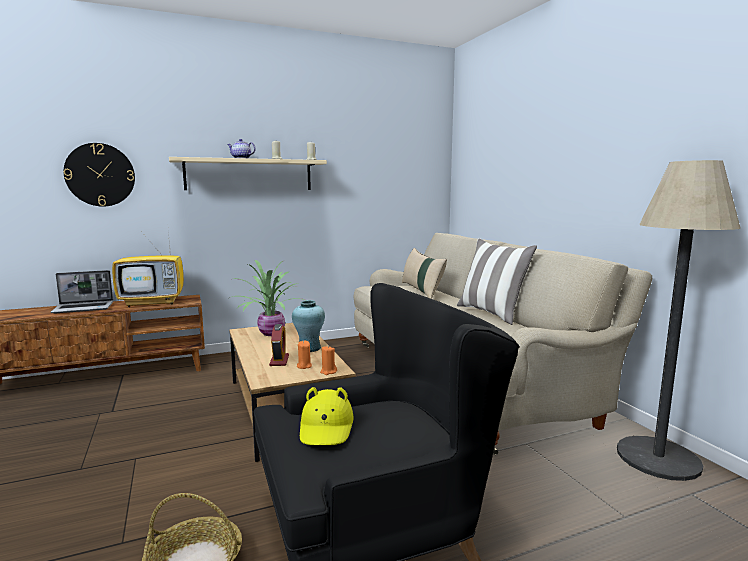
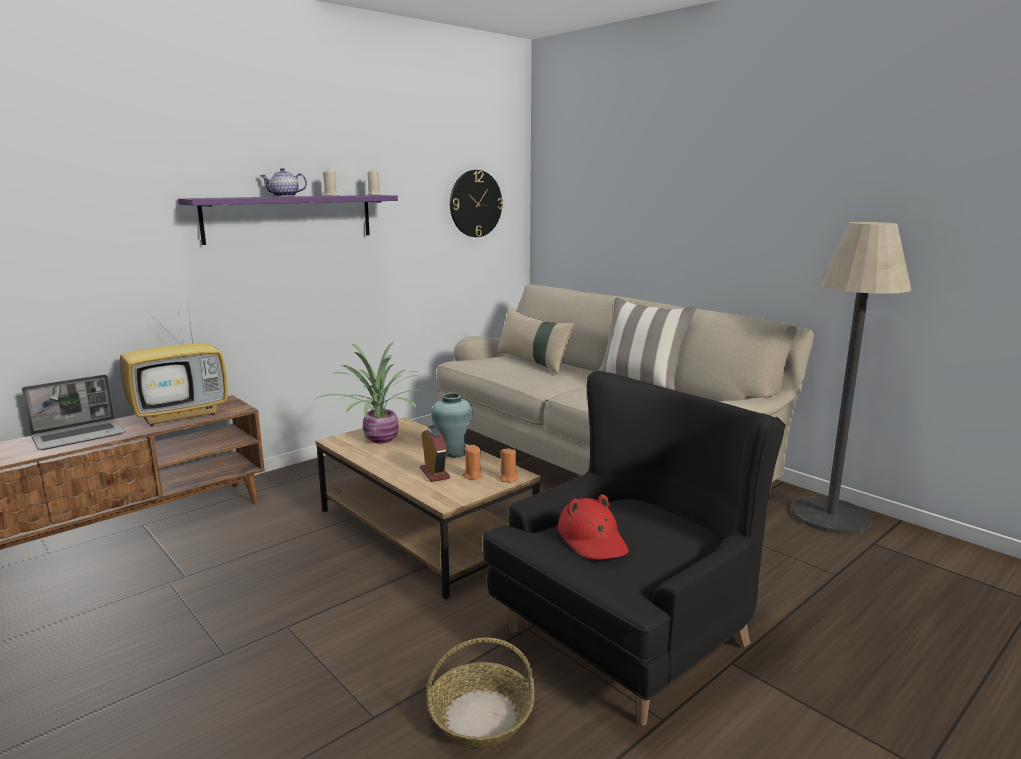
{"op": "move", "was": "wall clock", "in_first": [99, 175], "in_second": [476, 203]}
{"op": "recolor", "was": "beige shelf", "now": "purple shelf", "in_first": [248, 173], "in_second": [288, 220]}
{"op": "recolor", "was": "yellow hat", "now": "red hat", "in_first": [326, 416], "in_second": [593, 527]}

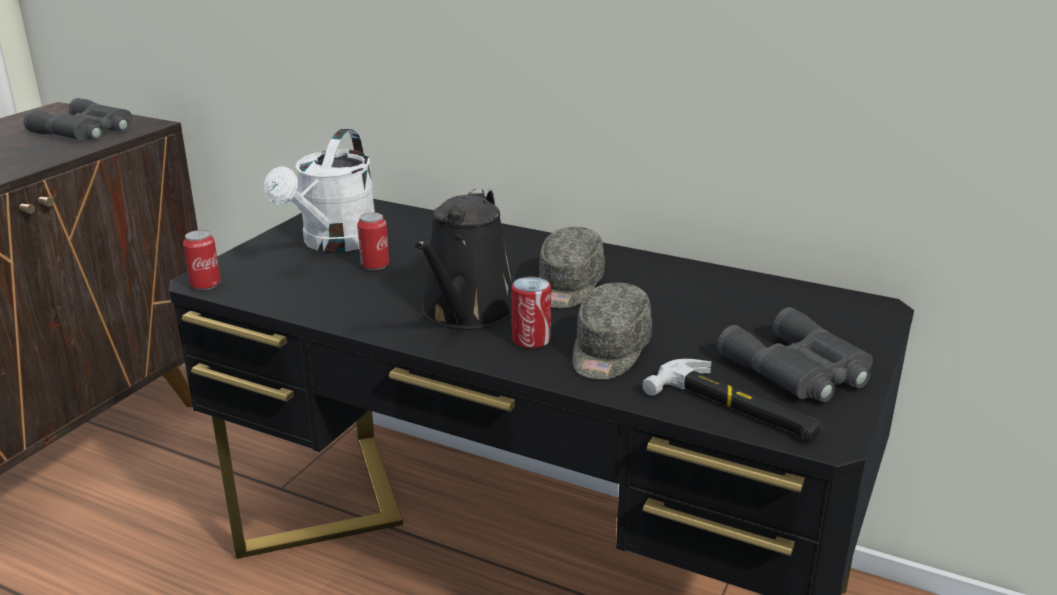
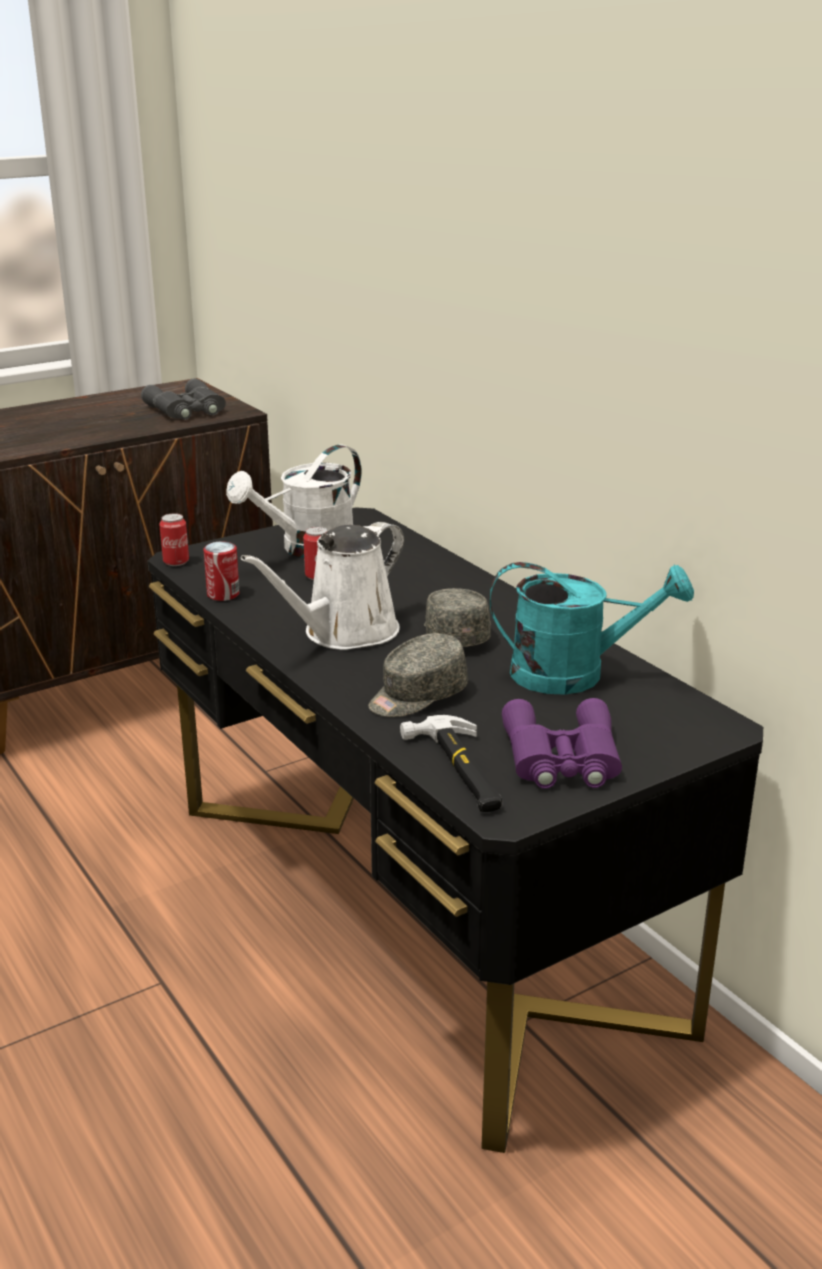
{"op": "recolor", "was": "black watering can", "now": "white watering can", "in_first": [464, 259], "in_second": [322, 586]}
{"op": "move", "was": "can", "in_first": [531, 312], "in_second": [221, 571]}
{"op": "rotate", "was": "grey cap", "in_first": [572, 267], "in_second": [457, 617], "clockwise": 120}
{"op": "recolor", "was": "grey binoculars", "now": "purple binoculars", "in_first": [795, 354], "in_second": [562, 743]}
{"op": "insert", "now": "turquoise watering can", "in_second": [592, 628]}

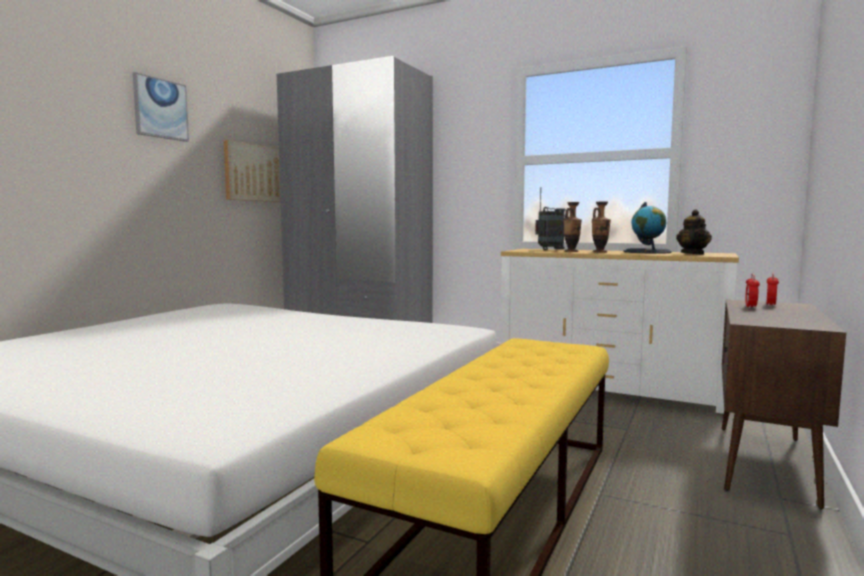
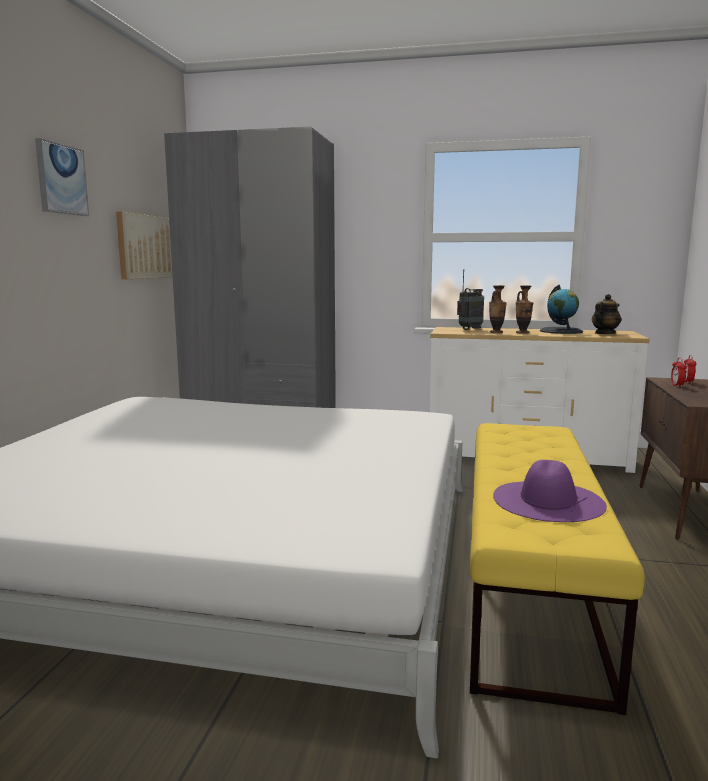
{"op": "rotate", "was": "teapot", "in_first": [694, 232], "in_second": [607, 314], "clockwise": -120}
{"op": "insert", "now": "purple hat", "in_second": [550, 491]}

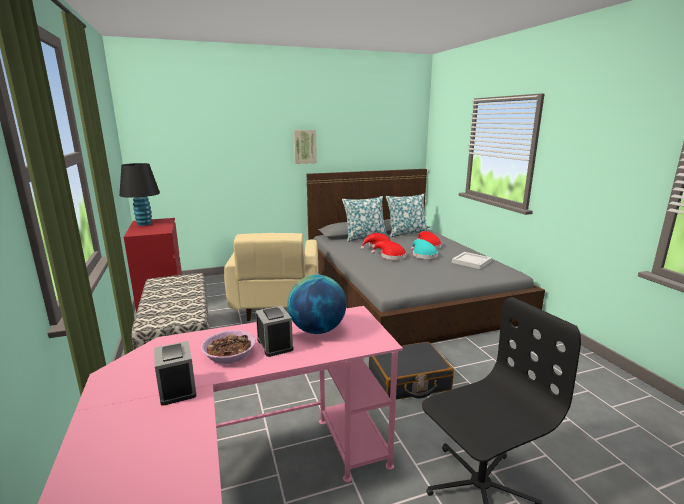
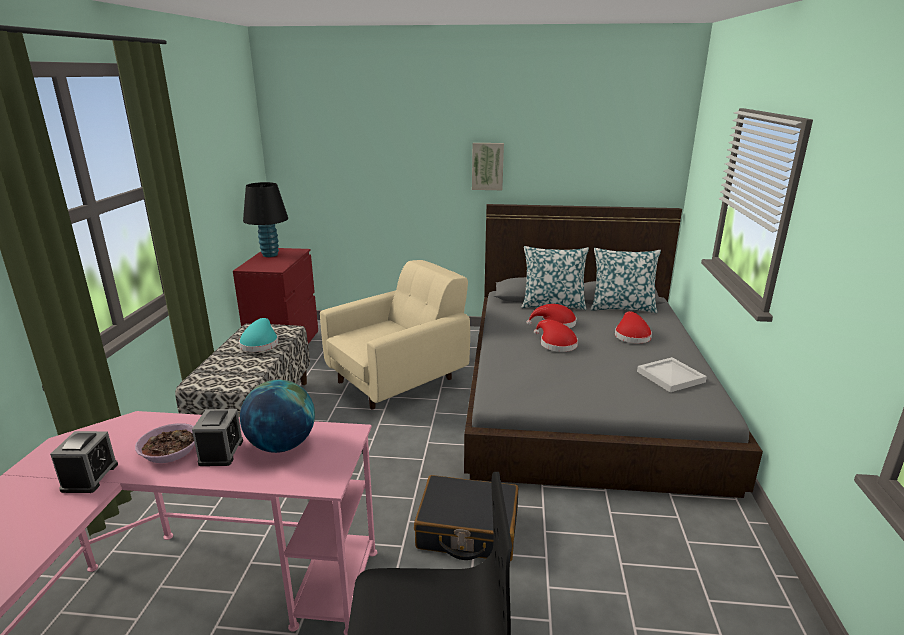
{"op": "rotate", "was": "beige armchair", "in_first": [271, 277], "in_second": [395, 335], "clockwise": -150}
{"op": "move", "was": "turquoise hat", "in_first": [424, 249], "in_second": [258, 335]}

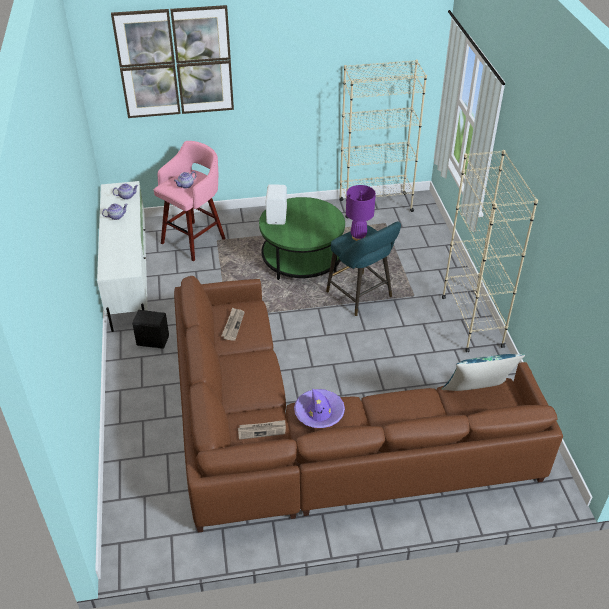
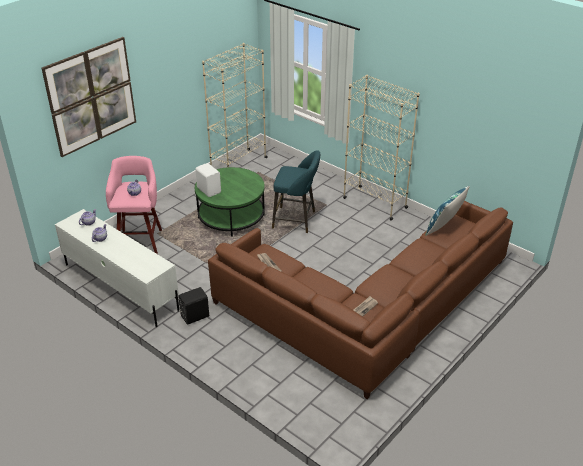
{"op": "delete", "was": "purple hat", "in_first": [319, 408]}
{"op": "delete", "was": "purple table lamp", "in_first": [361, 213]}

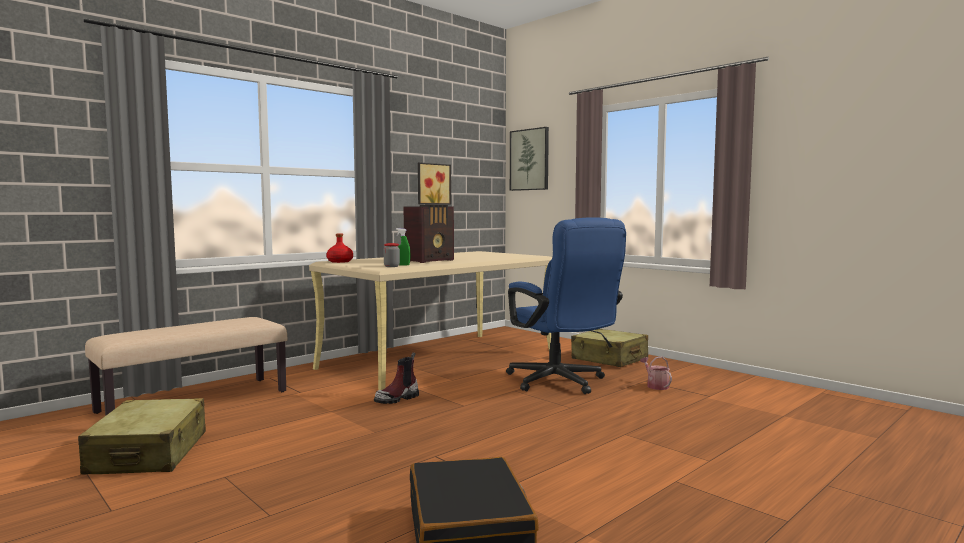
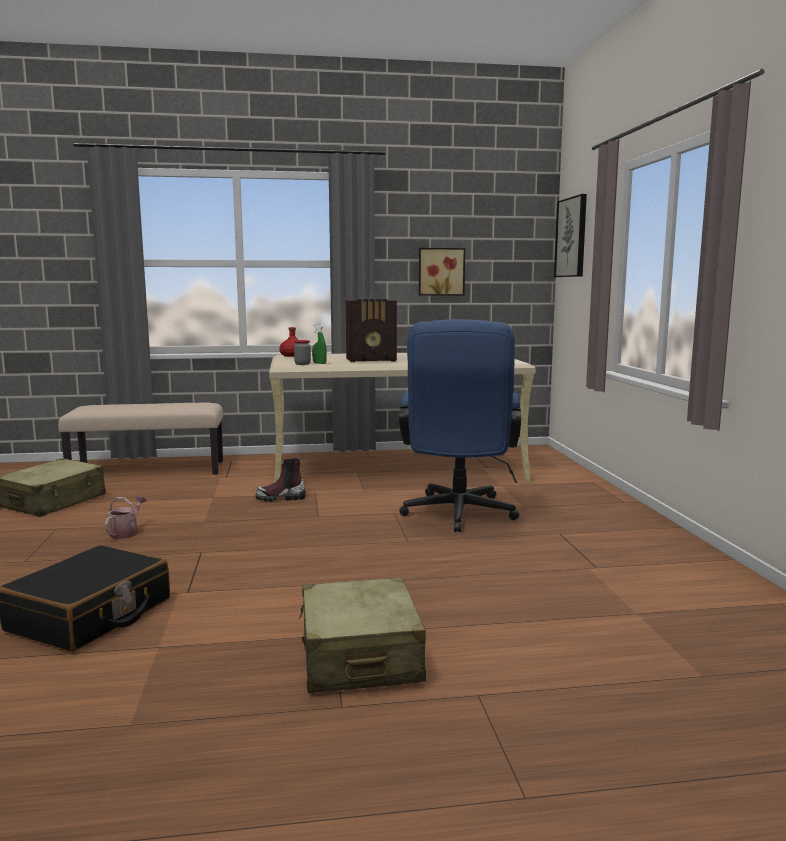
{"op": "move", "was": "beige suitcase", "in_first": [609, 348], "in_second": [362, 635]}
{"op": "move", "was": "watering can", "in_first": [656, 373], "in_second": [126, 517]}

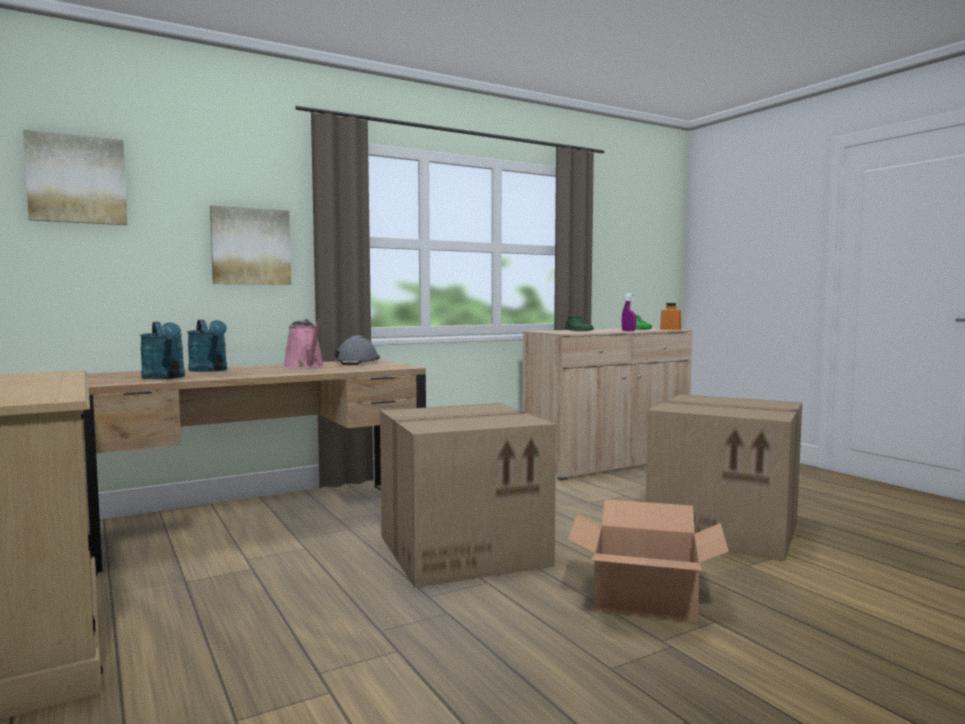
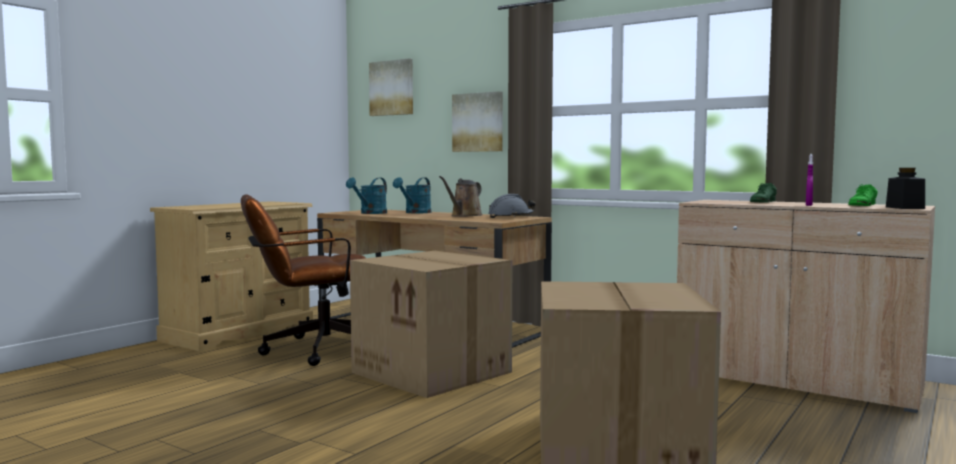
{"op": "recolor", "was": "pink watering can", "now": "brown watering can", "in_first": [303, 342], "in_second": [460, 196]}
{"op": "delete", "was": "cardboard box", "in_first": [648, 560]}
{"op": "recolor", "was": "orange jar", "now": "black jar", "in_first": [670, 316], "in_second": [905, 188]}
{"op": "insert", "now": "brown office chair", "in_second": [303, 280]}

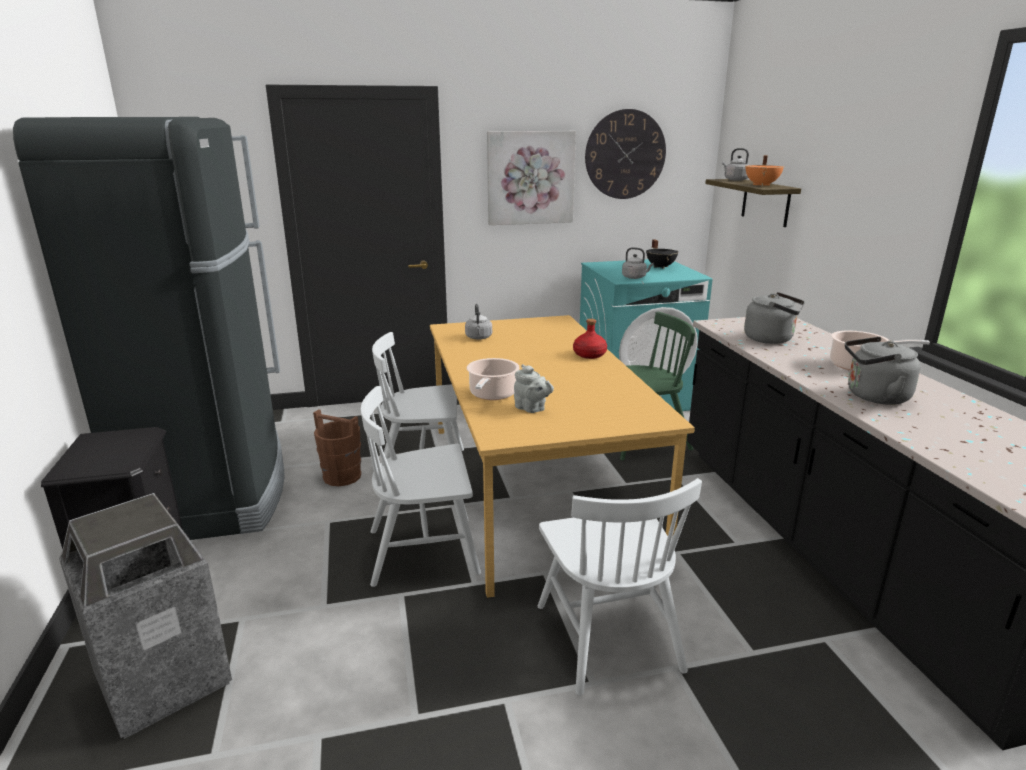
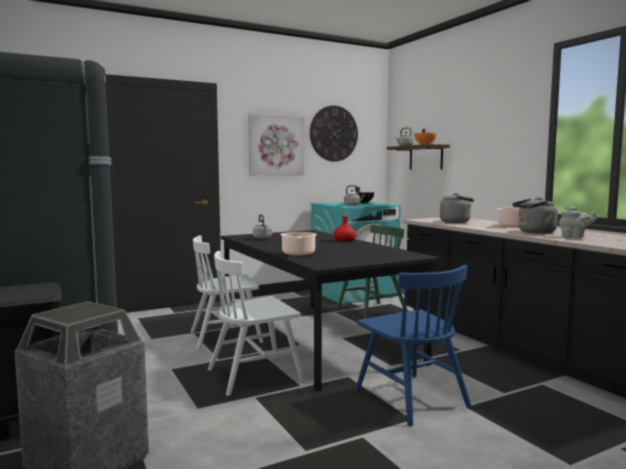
{"op": "delete", "was": "brown bucket", "in_first": [337, 447]}
{"op": "recolor", "was": "orange dining table", "now": "black dining table", "in_first": [562, 456], "in_second": [330, 310]}
{"op": "move", "was": "grey teapot", "in_first": [534, 388], "in_second": [578, 222]}
{"op": "recolor", "was": "white chair", "now": "blue chair", "in_first": [620, 586], "in_second": [413, 345]}

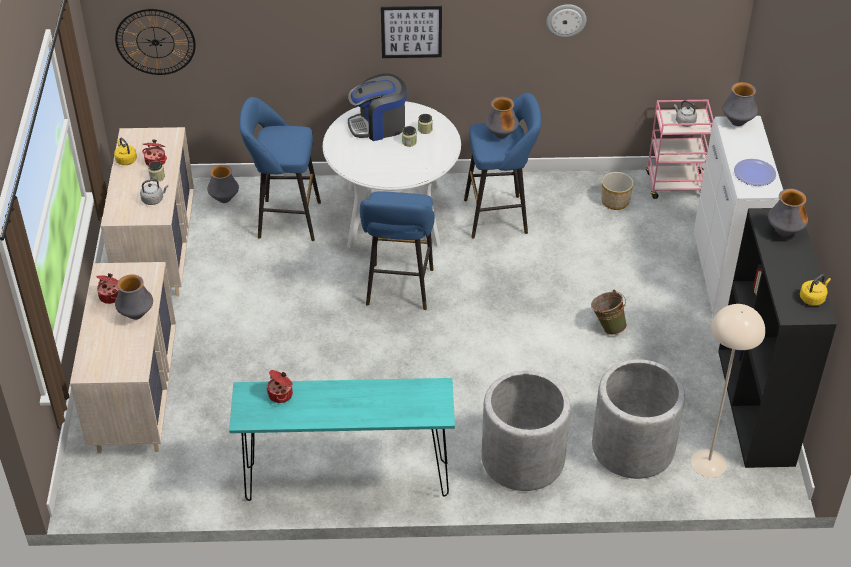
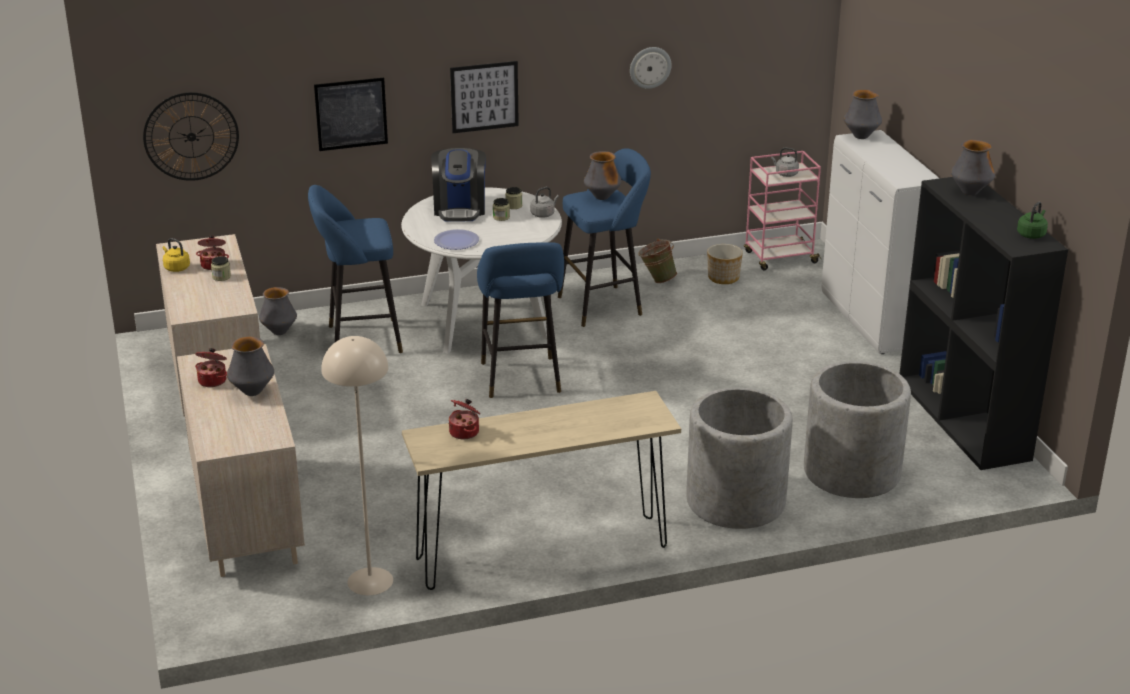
{"op": "move", "was": "grey kettle", "in_first": [154, 192], "in_second": [544, 202]}
{"op": "recolor", "was": "turquoise console table", "now": "beige console table", "in_first": [342, 439], "in_second": [541, 490]}
{"op": "rotate", "was": "coffee machine", "in_first": [377, 107], "in_second": [458, 185], "clockwise": -60}
{"op": "move", "was": "green bucket", "in_first": [609, 312], "in_second": [657, 260]}
{"op": "move", "was": "beige floor lamp", "in_first": [728, 391], "in_second": [357, 465]}
{"op": "move", "was": "plate", "in_first": [755, 172], "in_second": [456, 239]}
{"op": "recolor", "was": "yellow kettle", "now": "green kettle", "in_first": [815, 290], "in_second": [1032, 220]}
{"op": "insert", "now": "picture", "in_second": [351, 114]}

